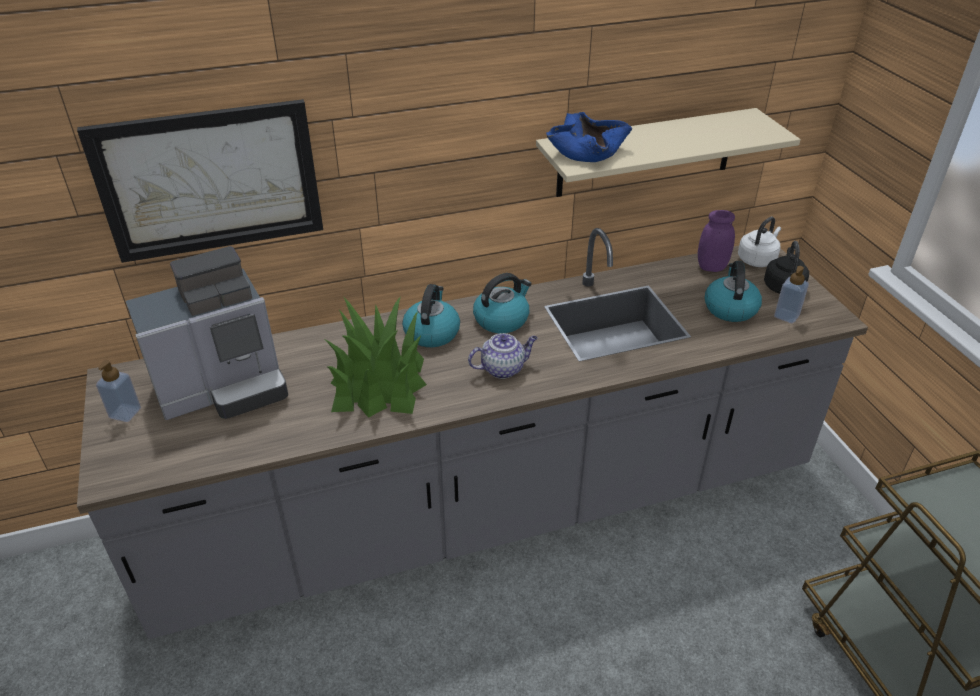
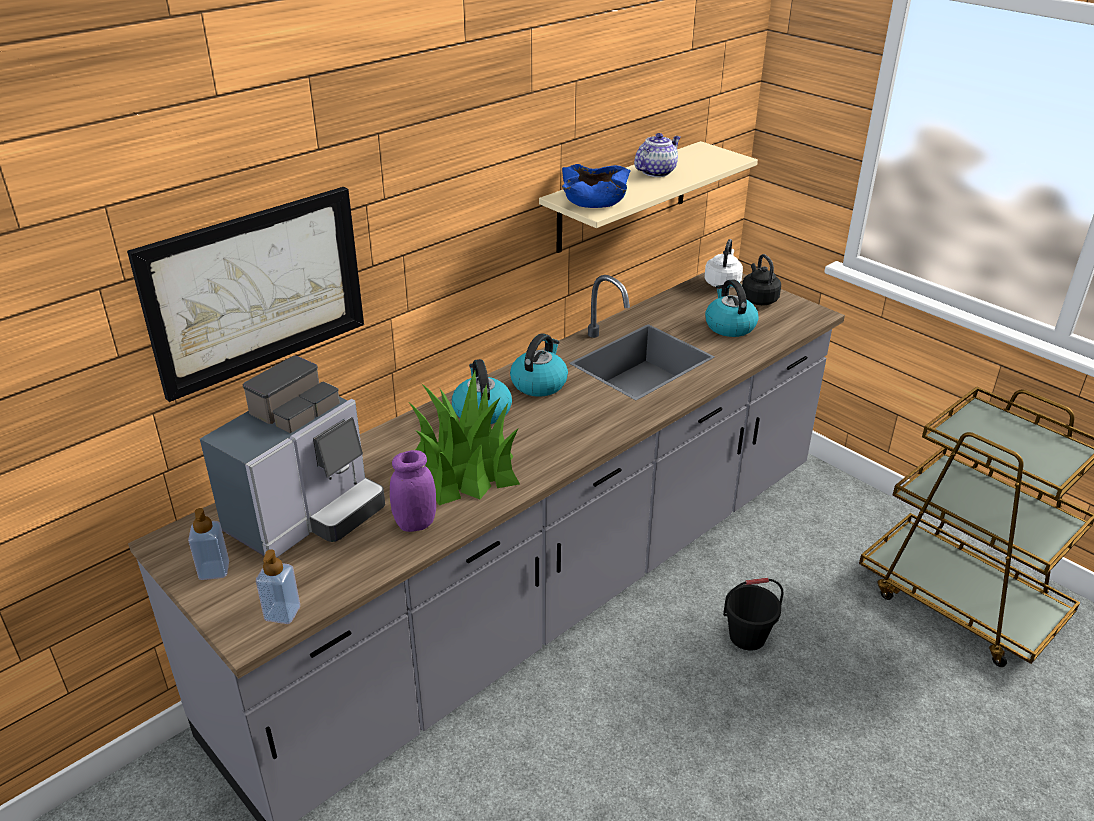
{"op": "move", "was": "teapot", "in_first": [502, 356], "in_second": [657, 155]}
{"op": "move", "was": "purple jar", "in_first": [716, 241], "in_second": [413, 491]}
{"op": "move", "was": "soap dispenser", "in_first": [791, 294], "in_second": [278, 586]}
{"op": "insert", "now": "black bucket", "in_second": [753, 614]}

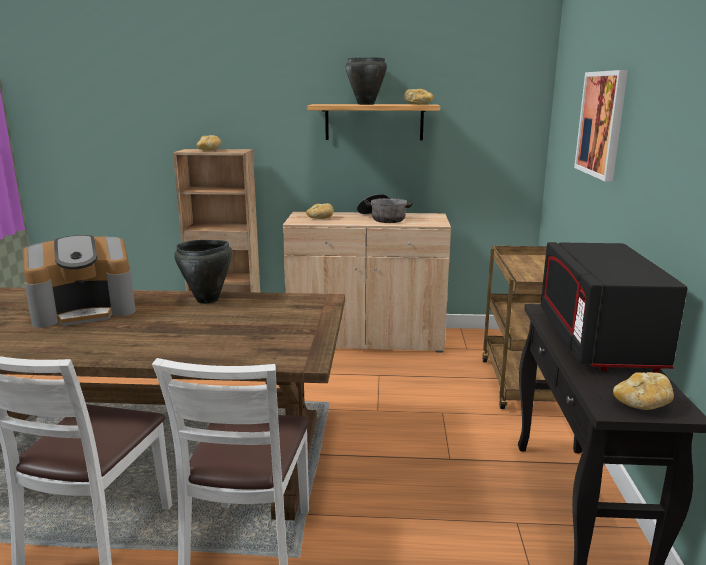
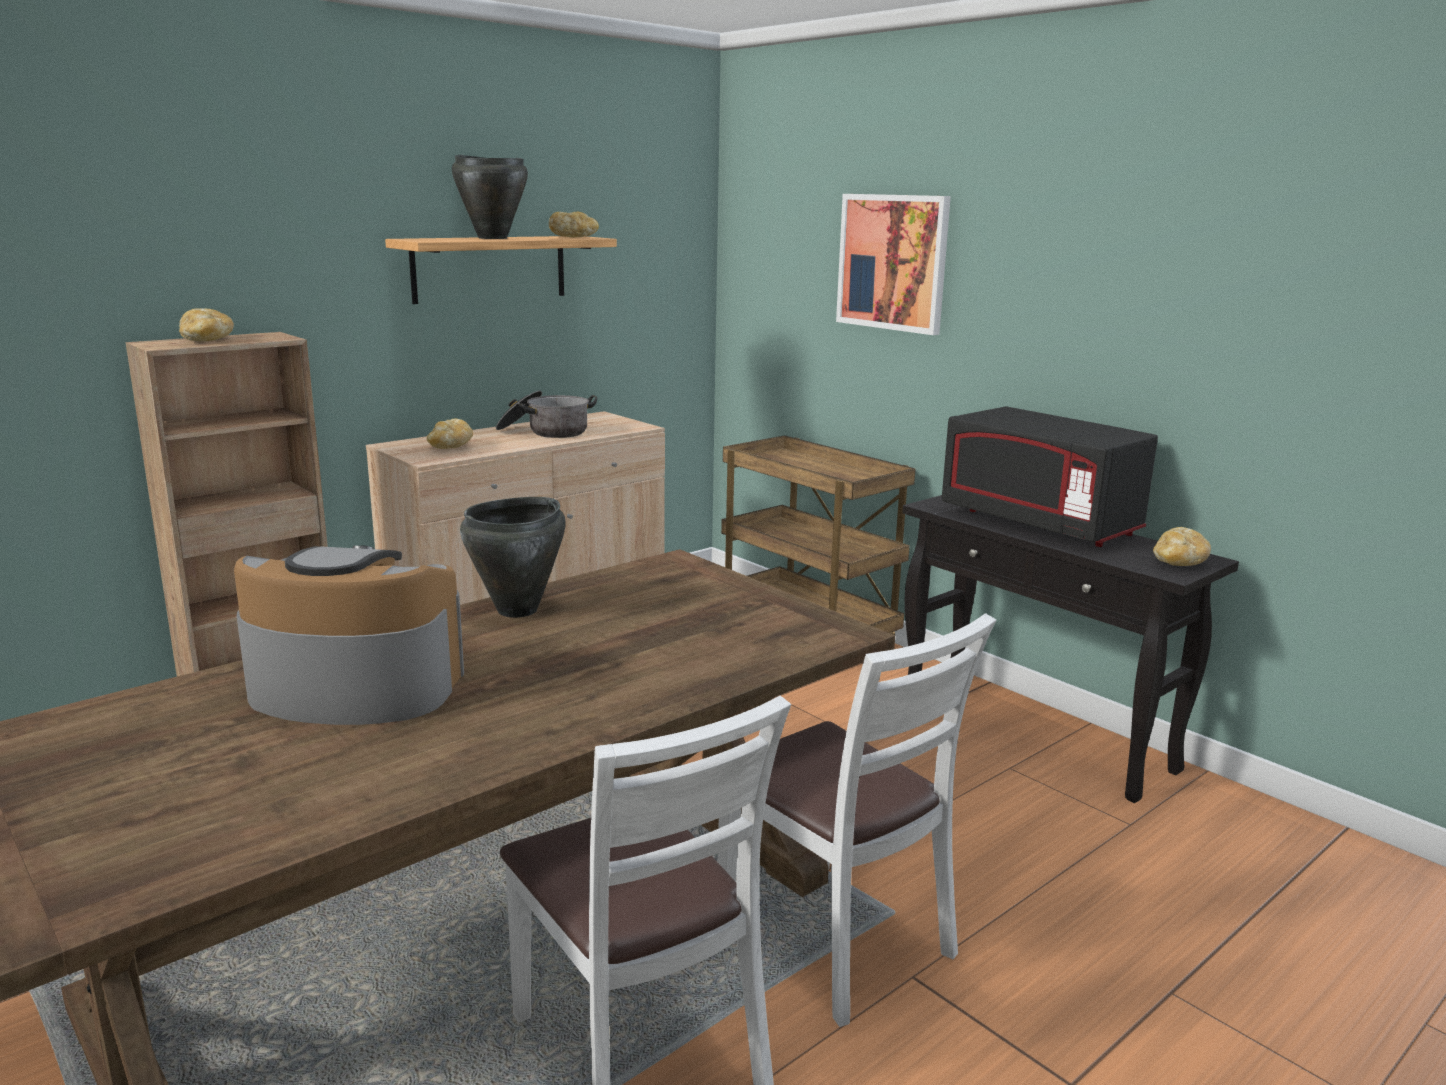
{"op": "rotate", "was": "coffee machine", "in_first": [79, 281], "in_second": [349, 635], "clockwise": -105}

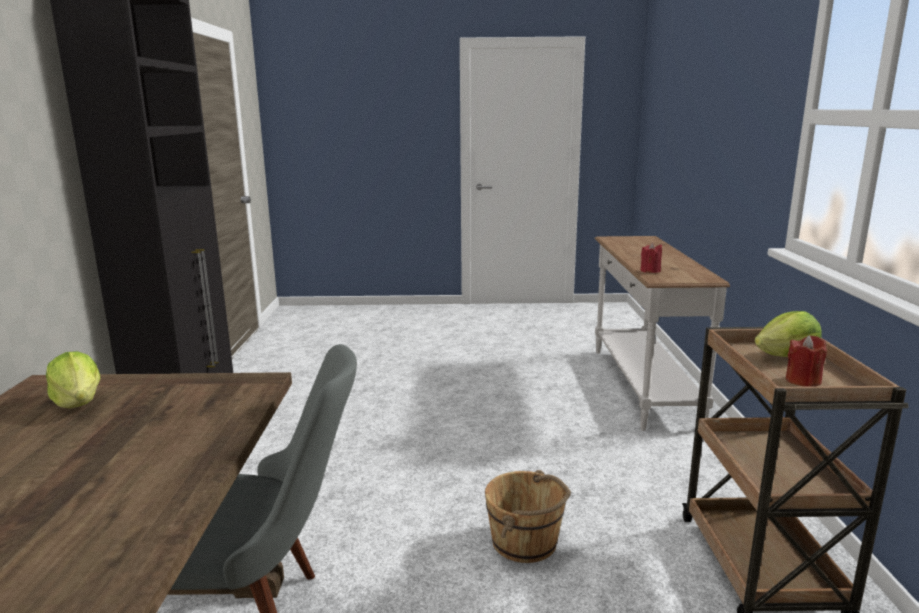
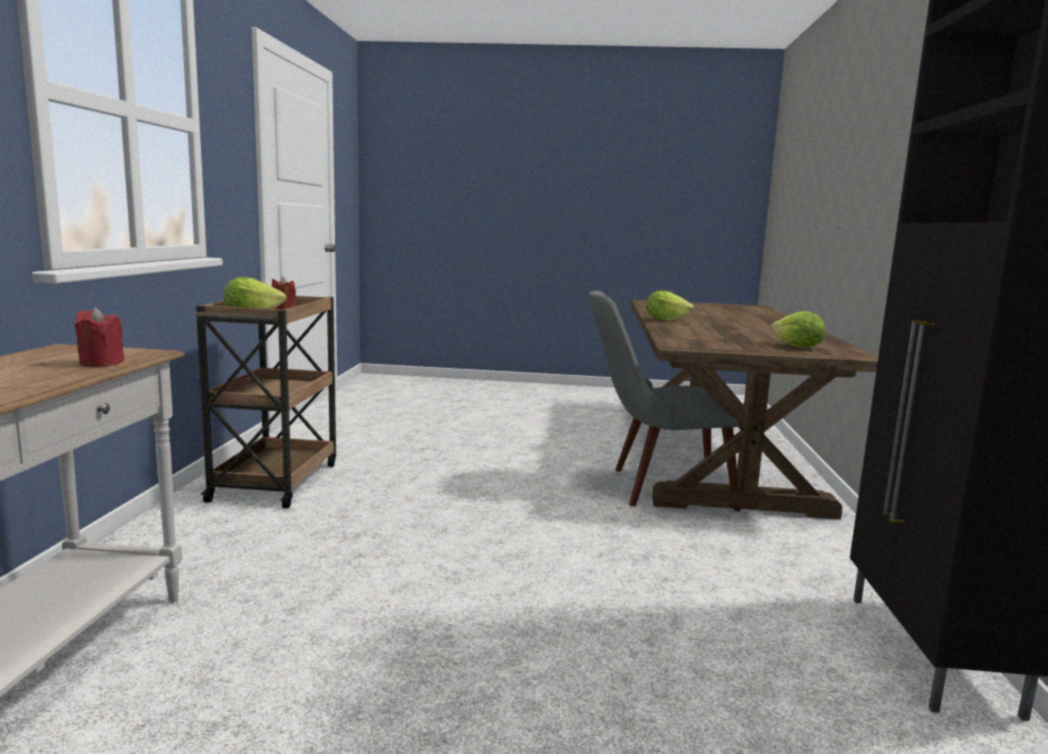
{"op": "delete", "was": "brown bucket", "in_first": [528, 516]}
{"op": "insert", "now": "lettuce", "in_second": [670, 306]}

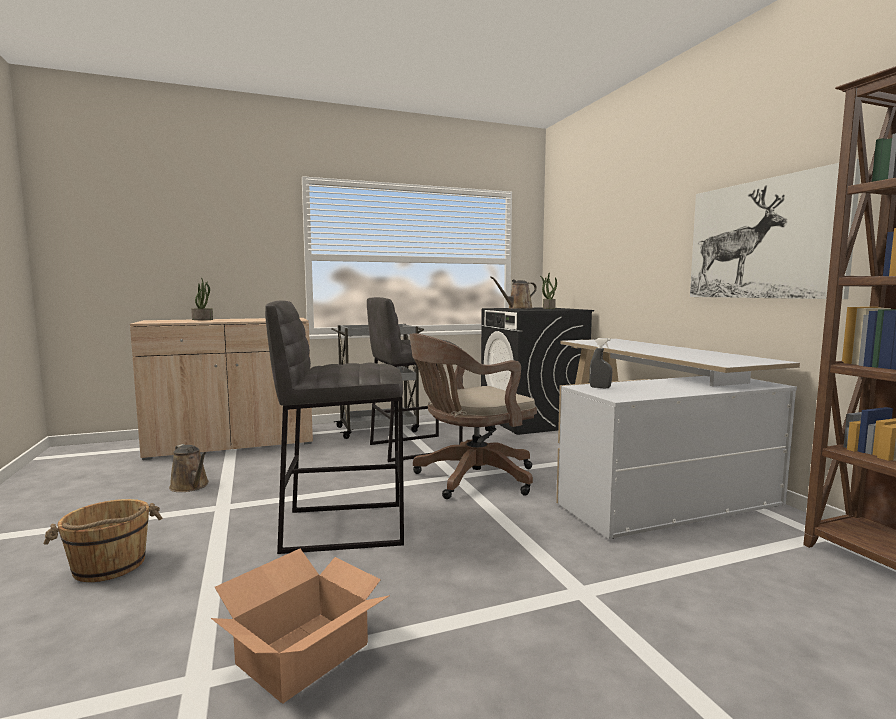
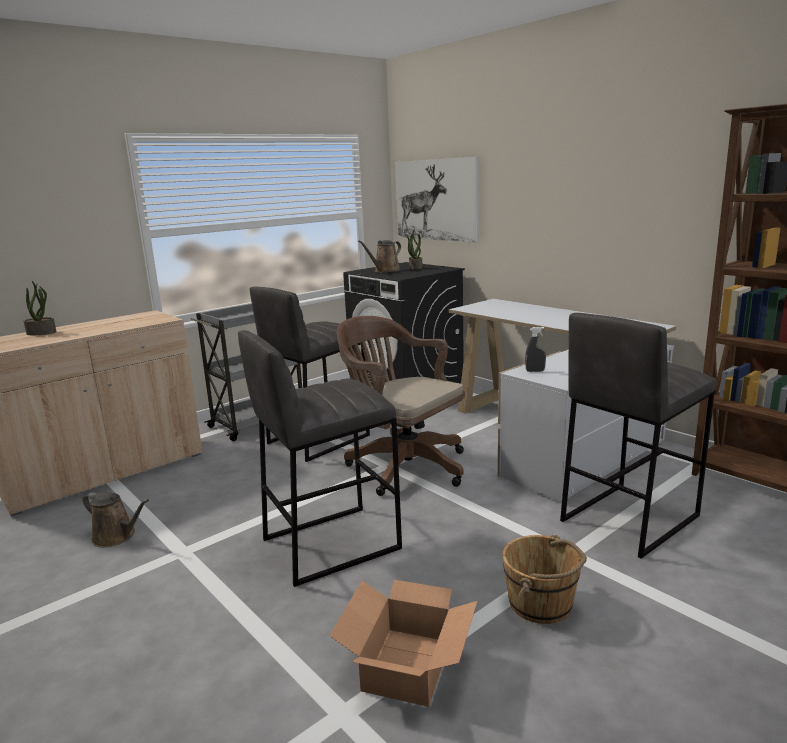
{"op": "move", "was": "brown bucket", "in_first": [102, 540], "in_second": [544, 579]}
{"op": "rotate", "was": "brown office chair", "in_first": [473, 416], "in_second": [401, 406], "clockwise": 90}
{"op": "move", "was": "picture", "in_first": [775, 229], "in_second": [437, 200]}
{"op": "insert", "now": "grey stool", "in_second": [638, 436]}

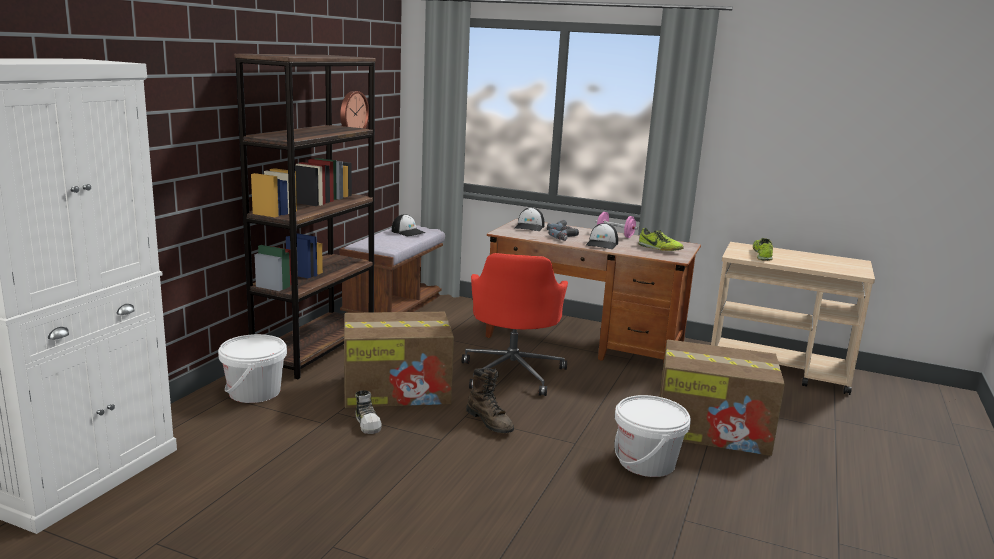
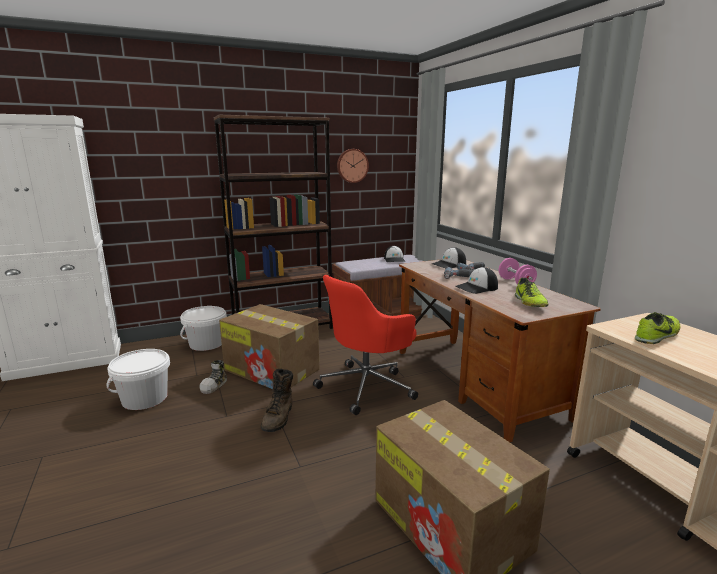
{"op": "move", "was": "white bucket", "in_first": [652, 436], "in_second": [138, 379]}

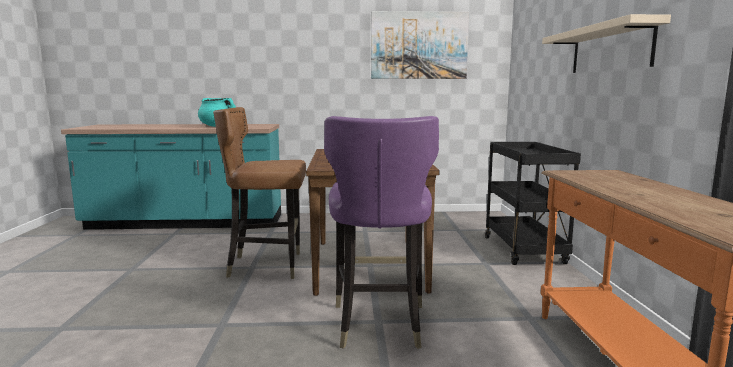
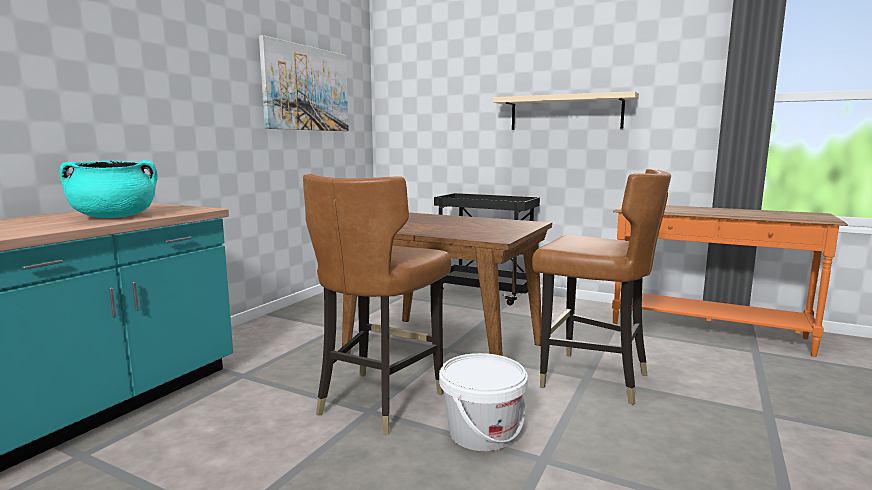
{"op": "recolor", "was": "purple chair", "now": "brown chair", "in_first": [381, 232], "in_second": [601, 287]}
{"op": "insert", "now": "white bucket", "in_second": [483, 402]}

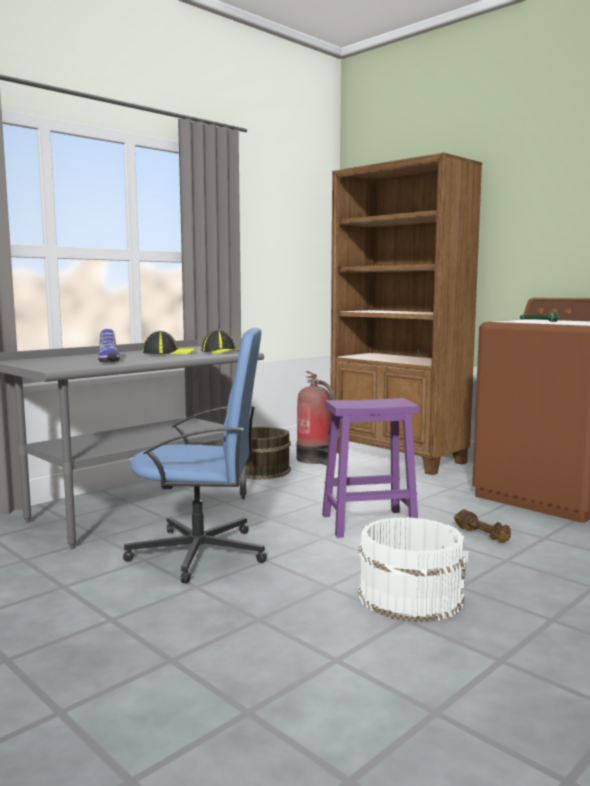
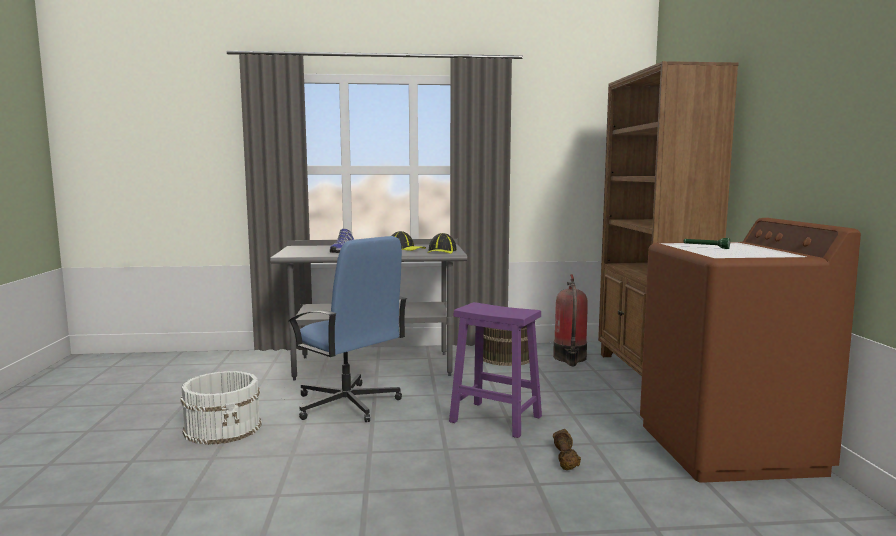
{"op": "move", "was": "white bucket", "in_first": [413, 570], "in_second": [221, 408]}

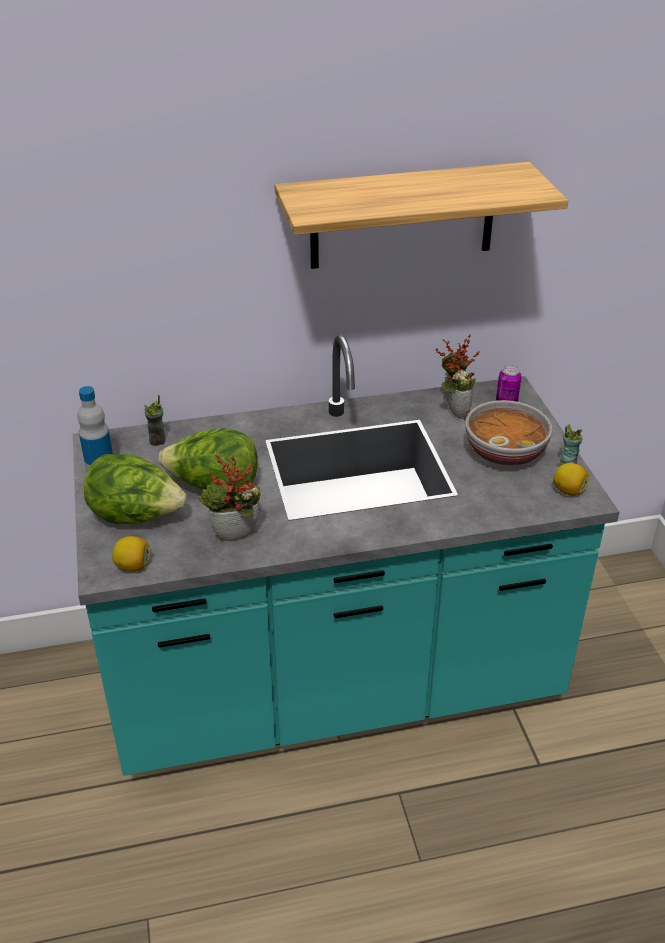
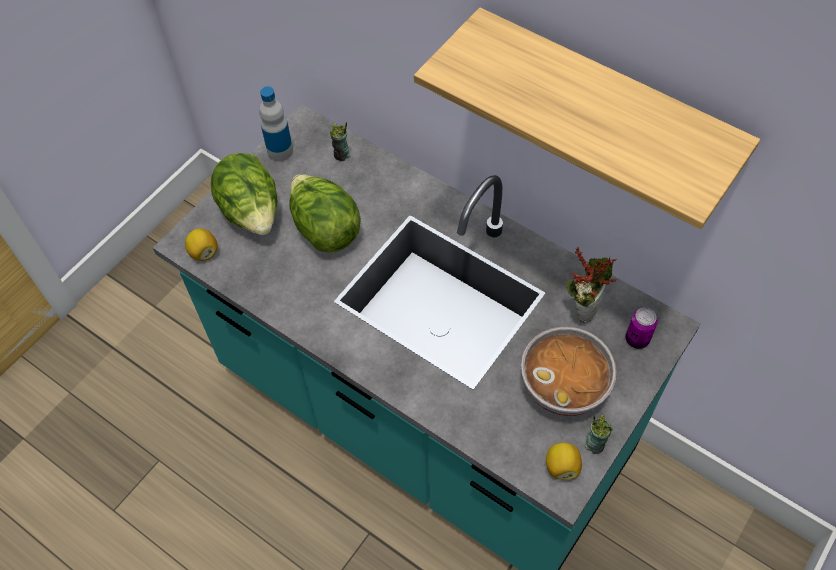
{"op": "delete", "was": "potted plant", "in_first": [230, 497]}

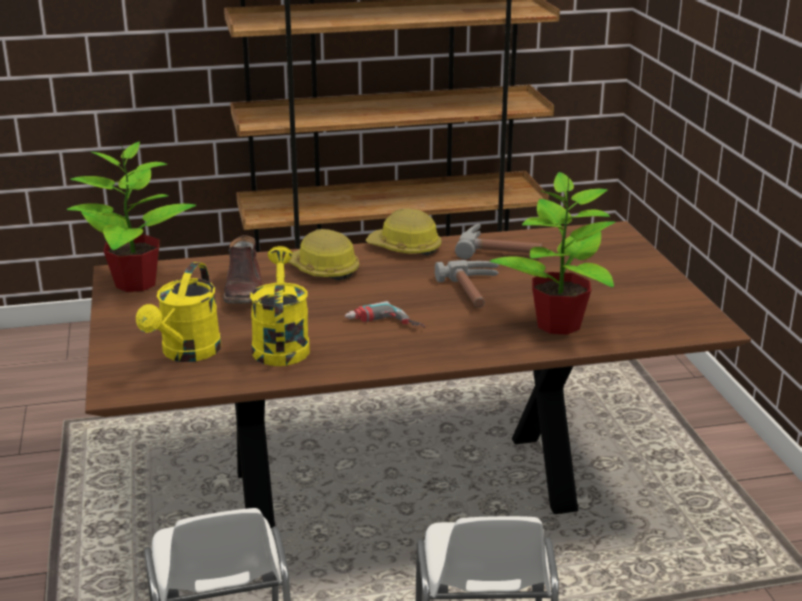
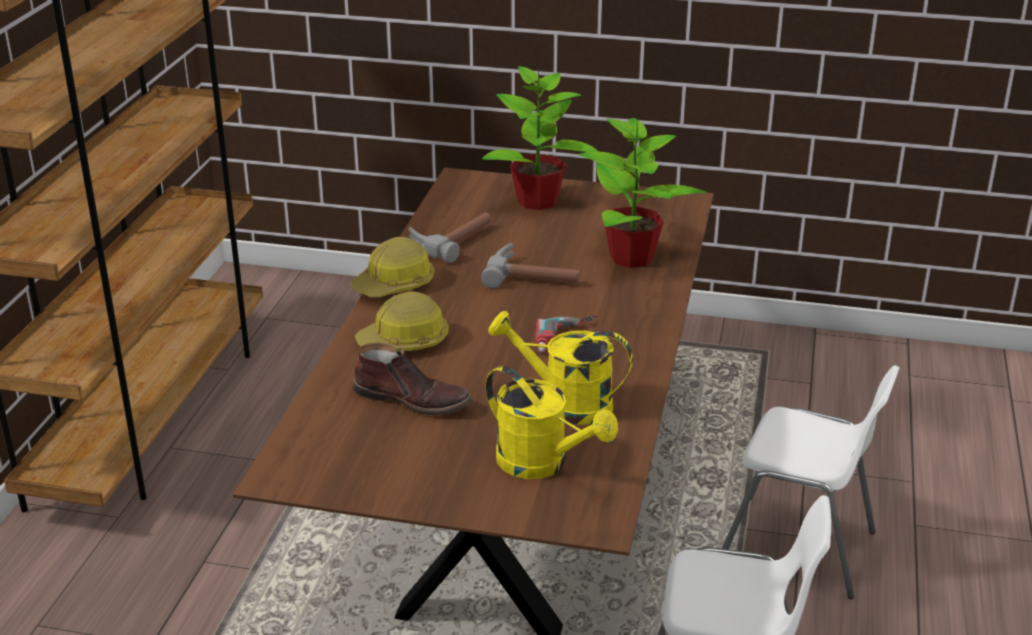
{"op": "move", "was": "potted plant", "in_first": [131, 216], "in_second": [540, 138]}

